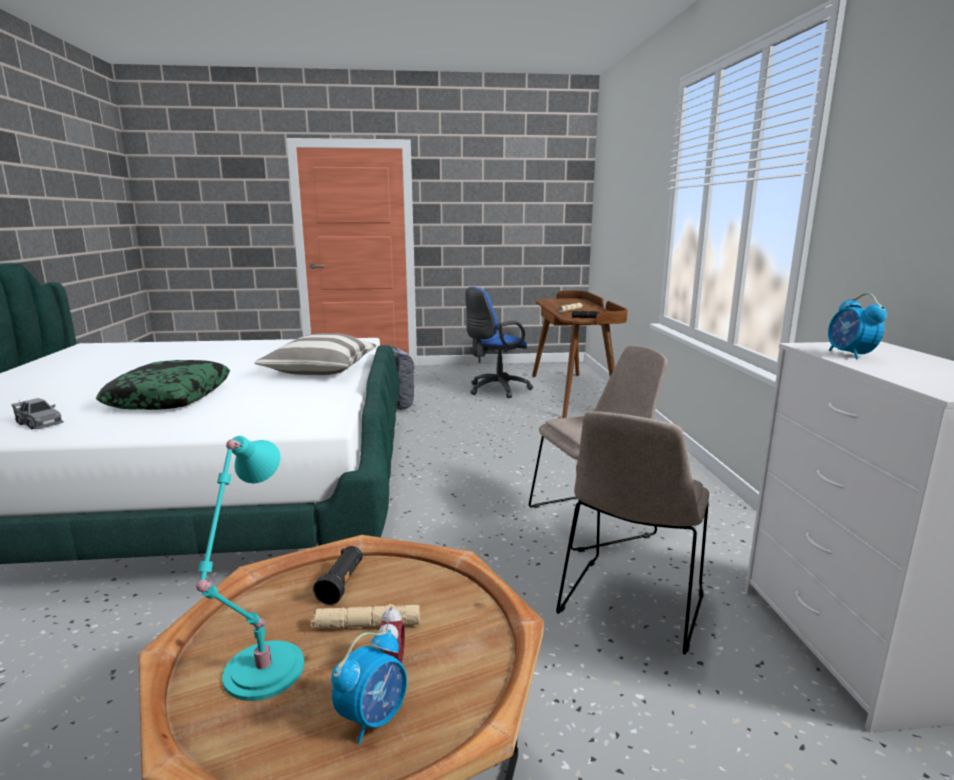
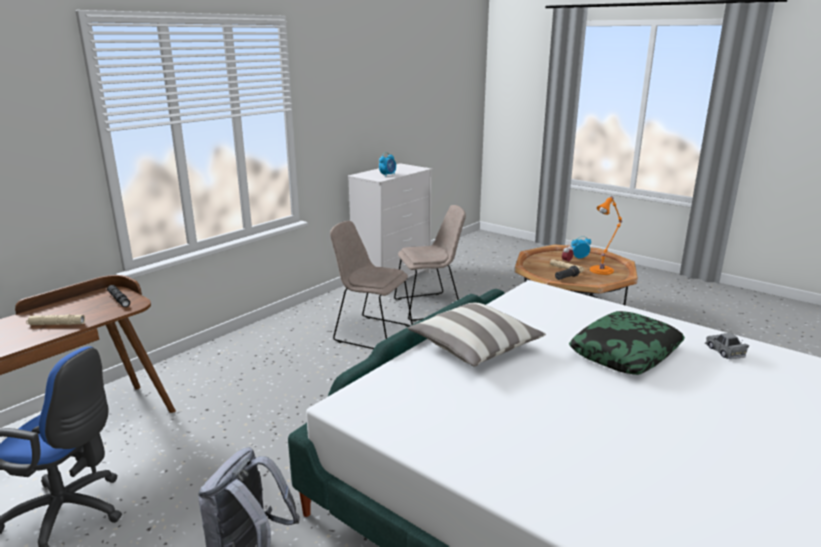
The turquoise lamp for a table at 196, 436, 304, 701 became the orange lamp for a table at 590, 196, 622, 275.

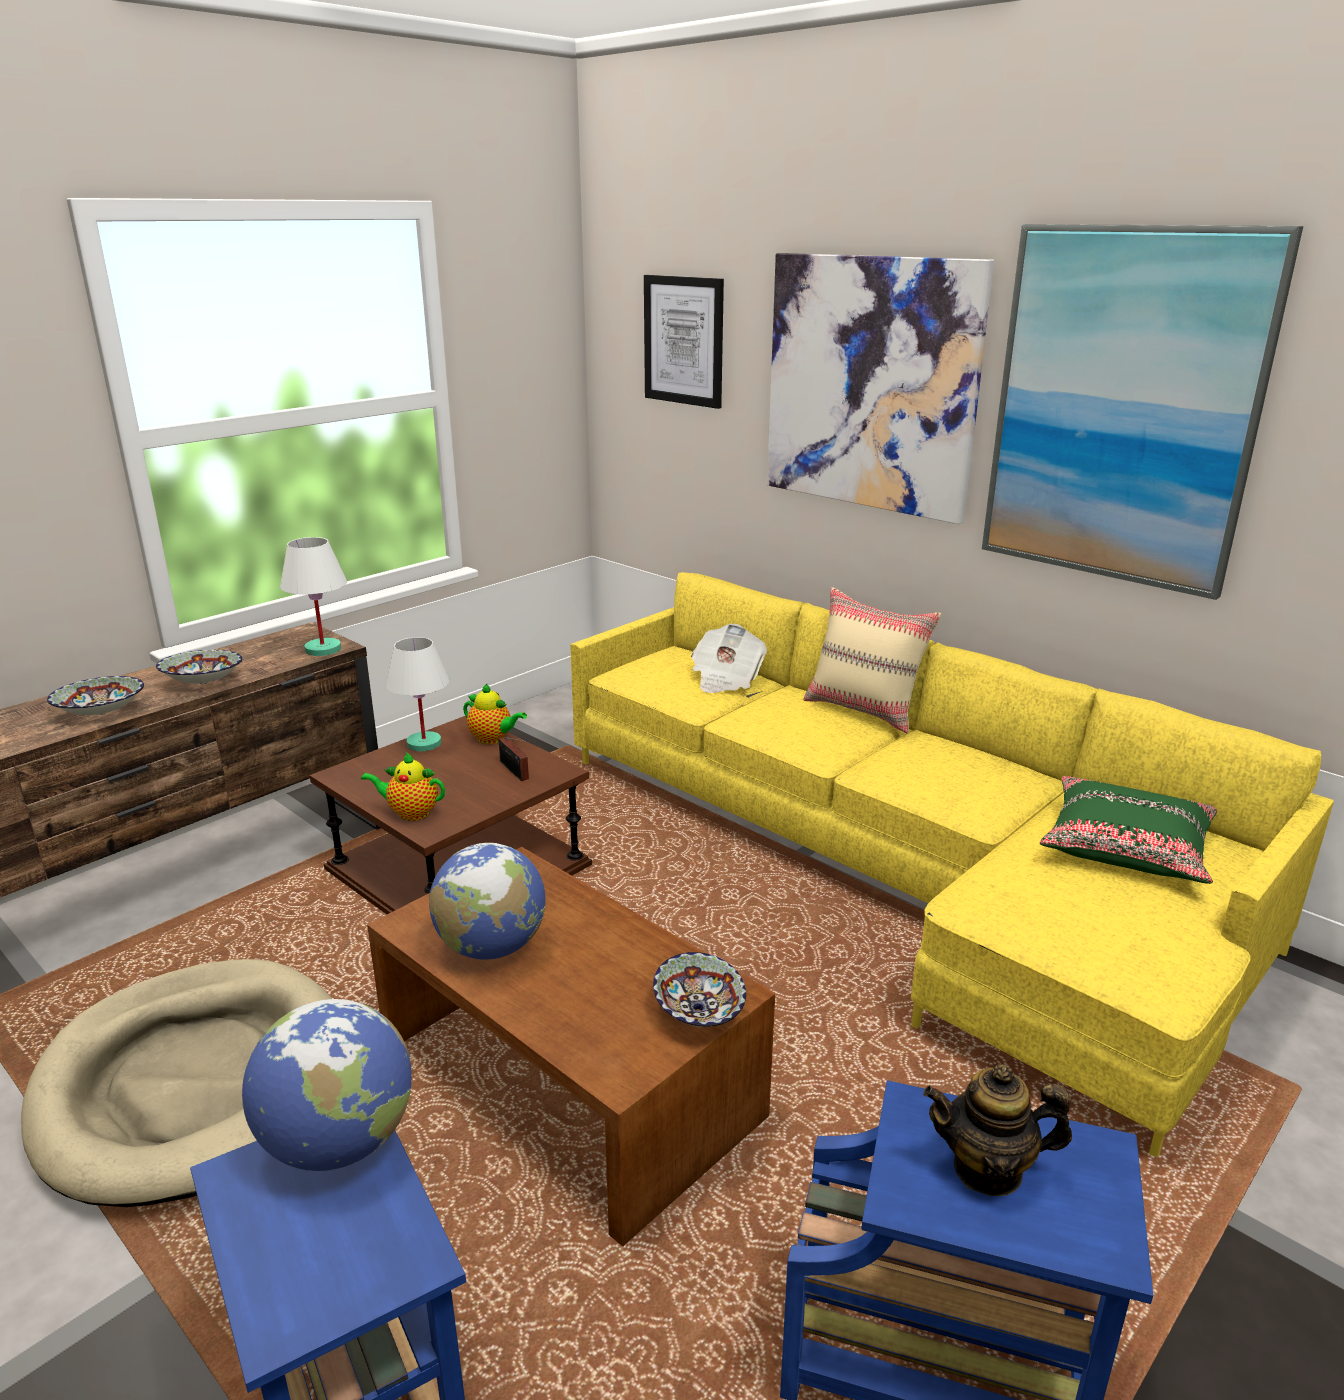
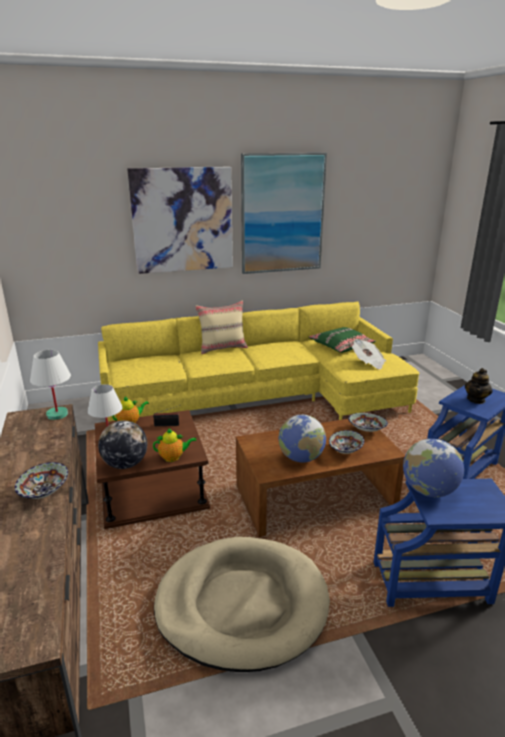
The bowl moved from 156, 650, 242, 684 to 329, 430, 364, 454. The pot for tea at 361, 752, 445, 821 turned 135 degrees counterclockwise. The picture at 644, 275, 724, 409 disappeared. The newspaper moved from 691, 624, 767, 693 to 352, 339, 386, 370. The desk globe at 98, 421, 147, 469 appeared.

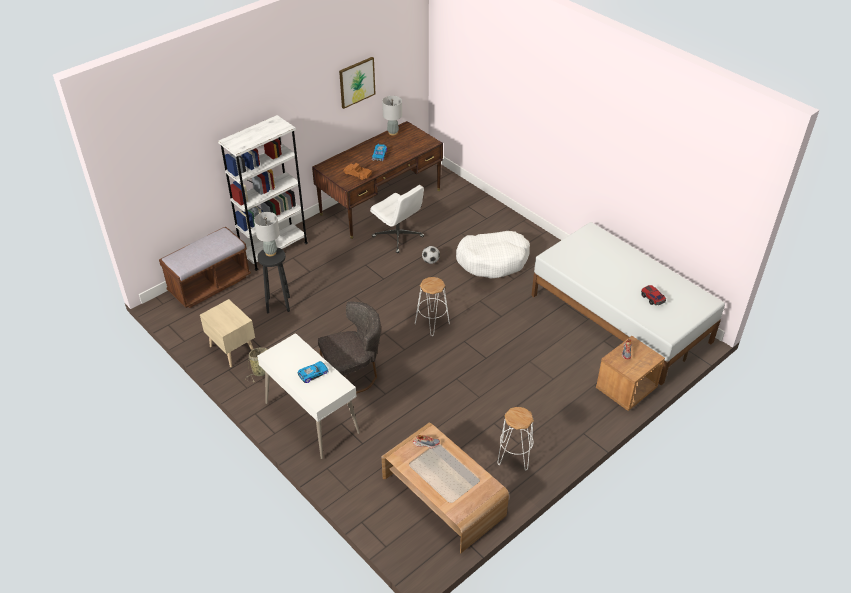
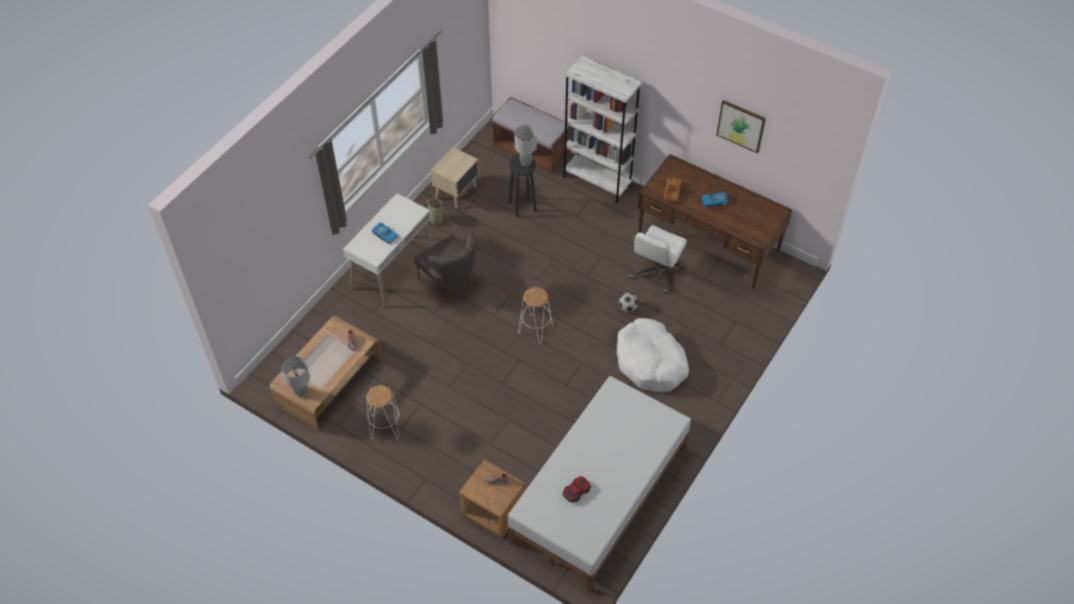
The gray lamp for a table moved from 382, 96, 402, 135 to 282, 356, 310, 397.

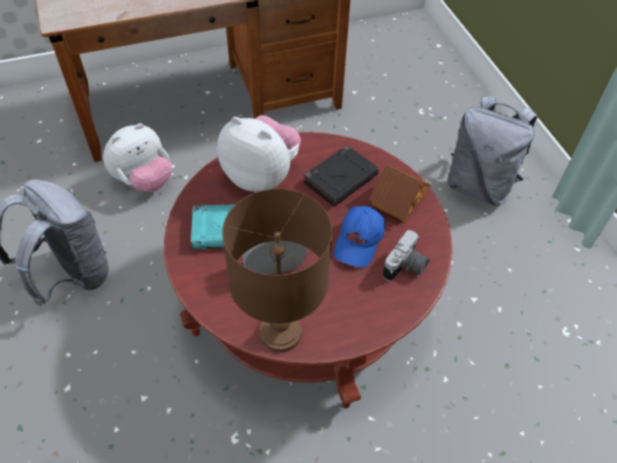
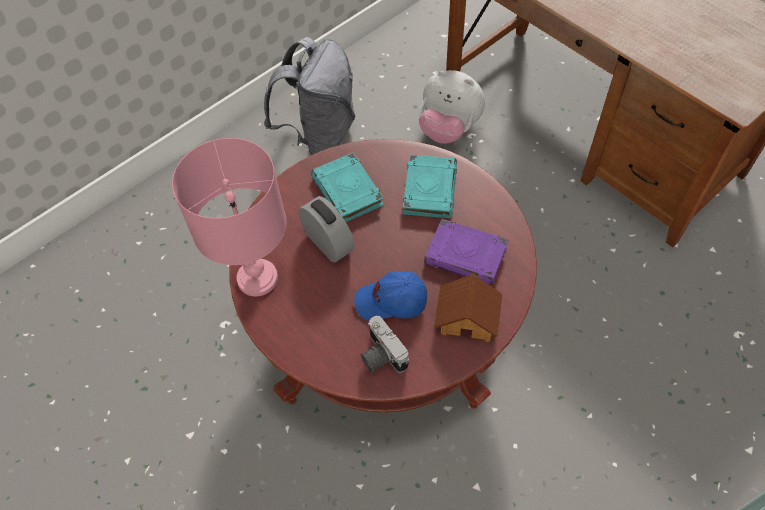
The plush toy at 217, 115, 301, 191 was replaced by the turquoise book at 403, 155, 457, 218. The brown lamp for a table at 222, 189, 332, 352 became the pink lamp for a table at 172, 138, 286, 296. The black book at 304, 145, 379, 206 became the purple-coloured book at 424, 219, 509, 285. The still camera at 383, 230, 430, 281 turned 45 degrees clockwise. The gray knapsack at 447, 96, 538, 206 disappeared.

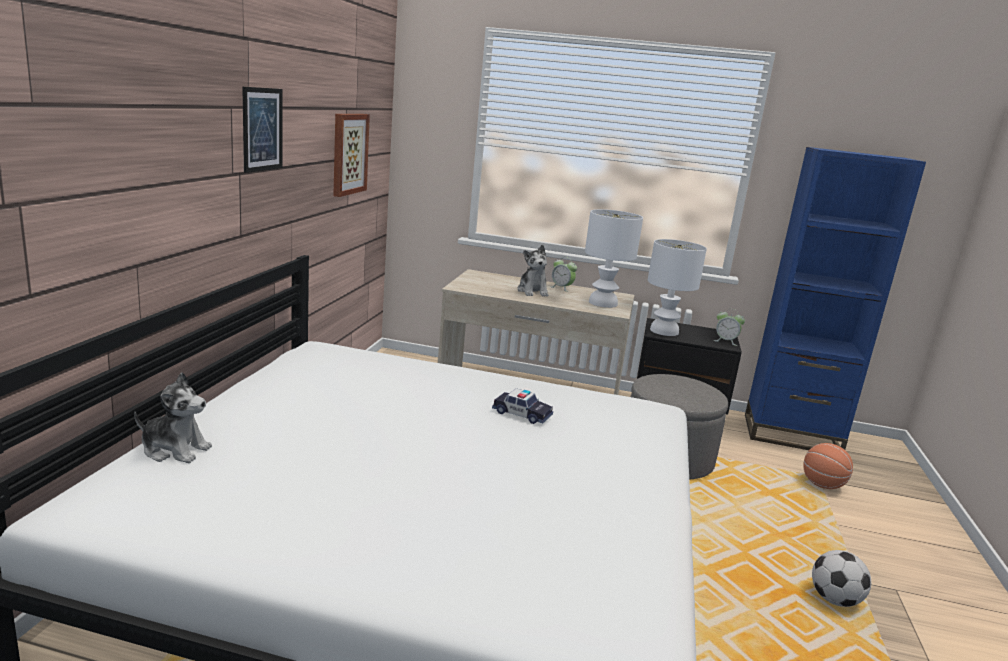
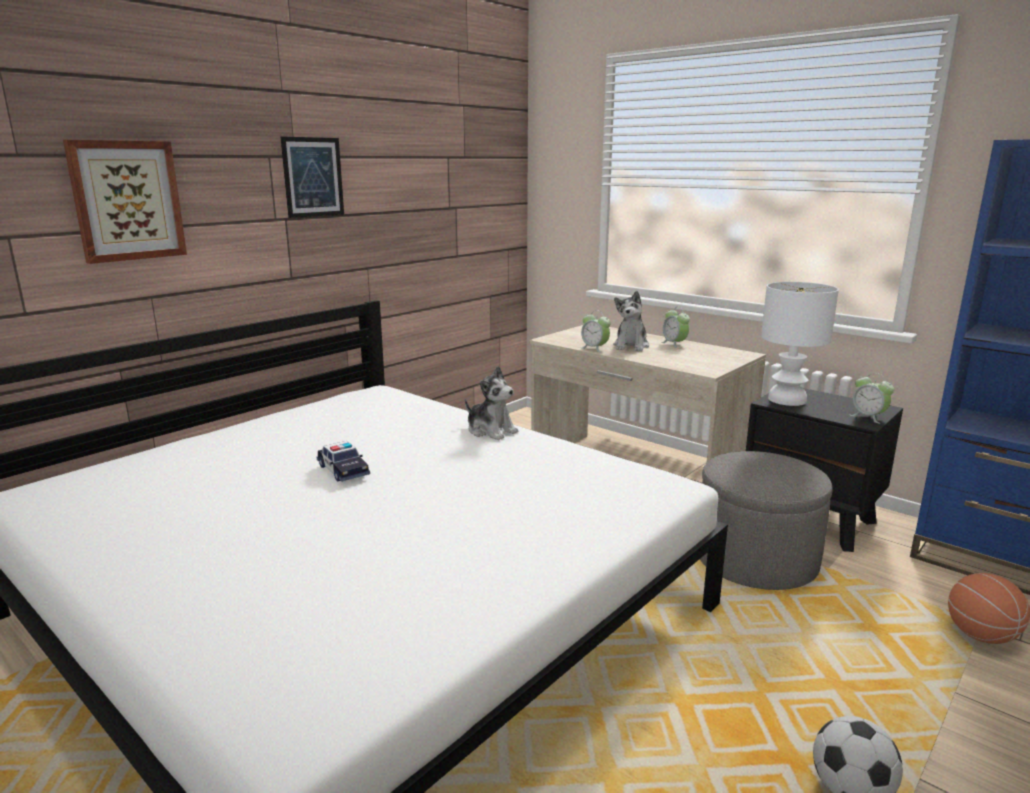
The plush toy moved from 134, 372, 212, 463 to 465, 366, 518, 440. The picture moved from 333, 114, 370, 197 to 63, 140, 187, 264. The miniature car moved from 492, 388, 553, 424 to 317, 441, 370, 482. The white lamp for a table at 585, 209, 643, 308 disappeared. The alarm clock at 581, 310, 611, 352 appeared.

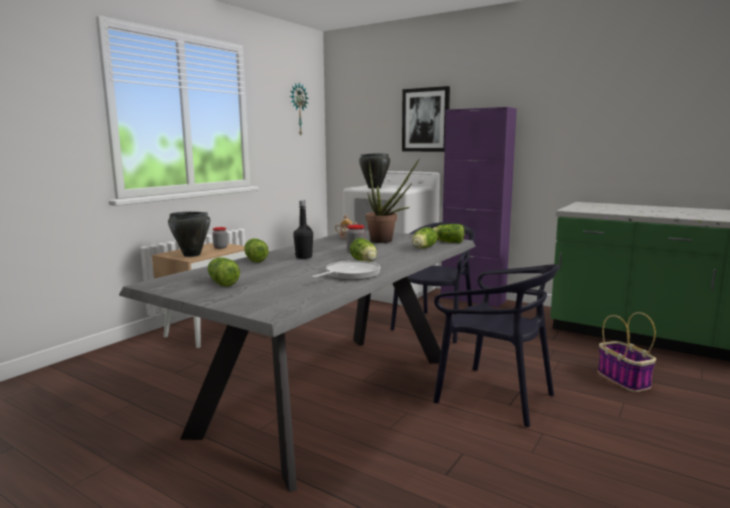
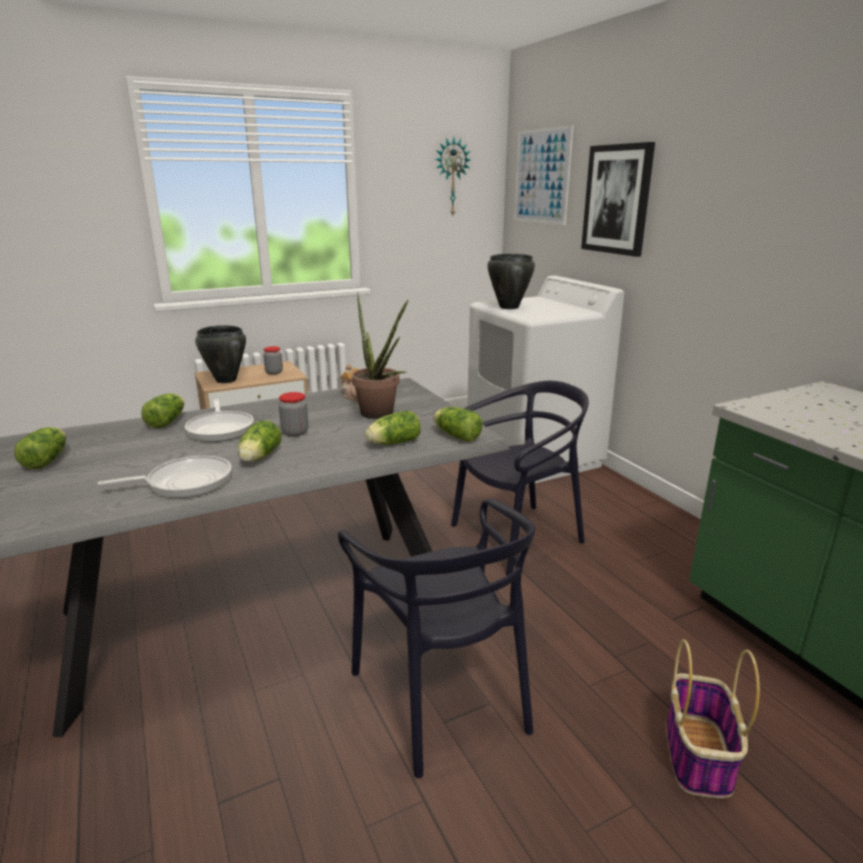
The black drink bottle at 293, 200, 313, 259 was replaced by the pan at 185, 399, 253, 442. The purple-coloured cupboard at 441, 107, 517, 308 disappeared. The picture at 514, 125, 574, 225 appeared.

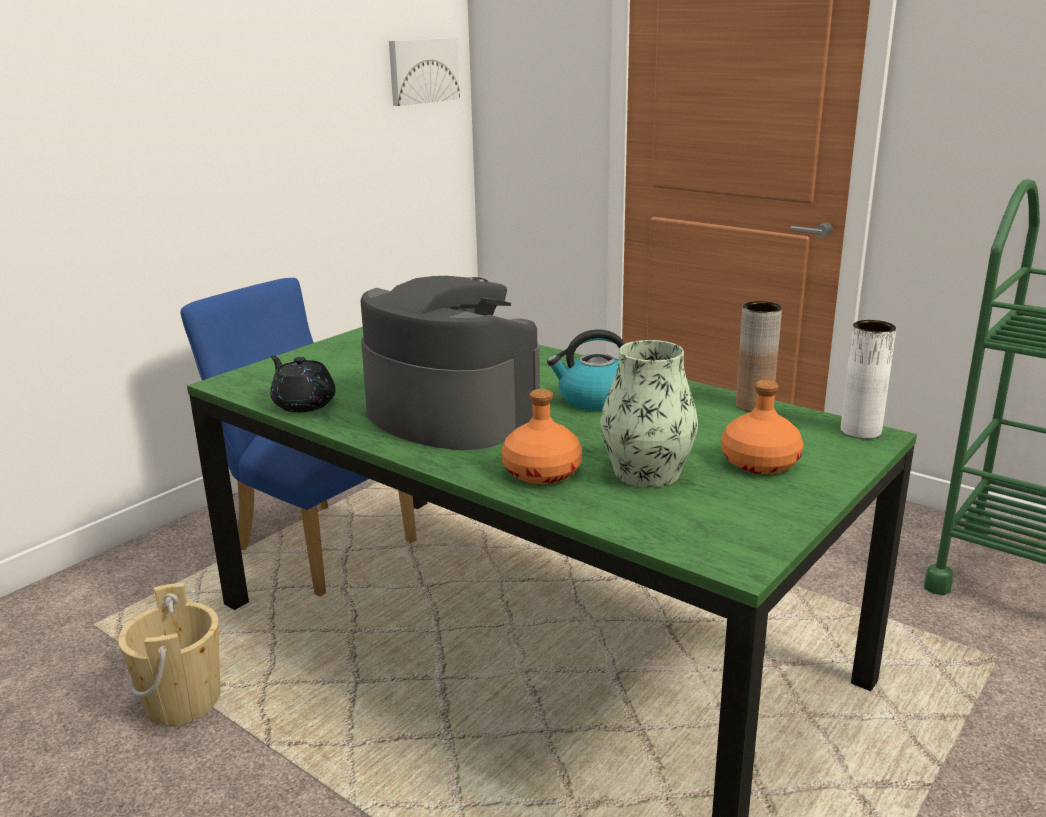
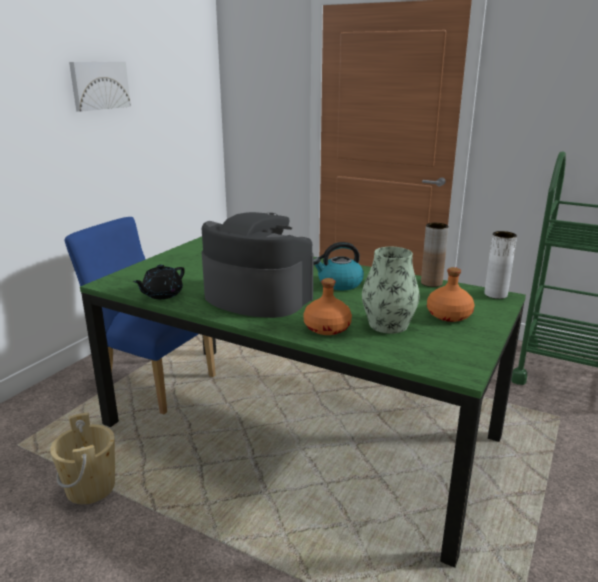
The black pot for tea at 270, 356, 336, 412 turned 90 degrees counterclockwise. The picture moved from 389, 38, 460, 106 to 69, 62, 131, 112.

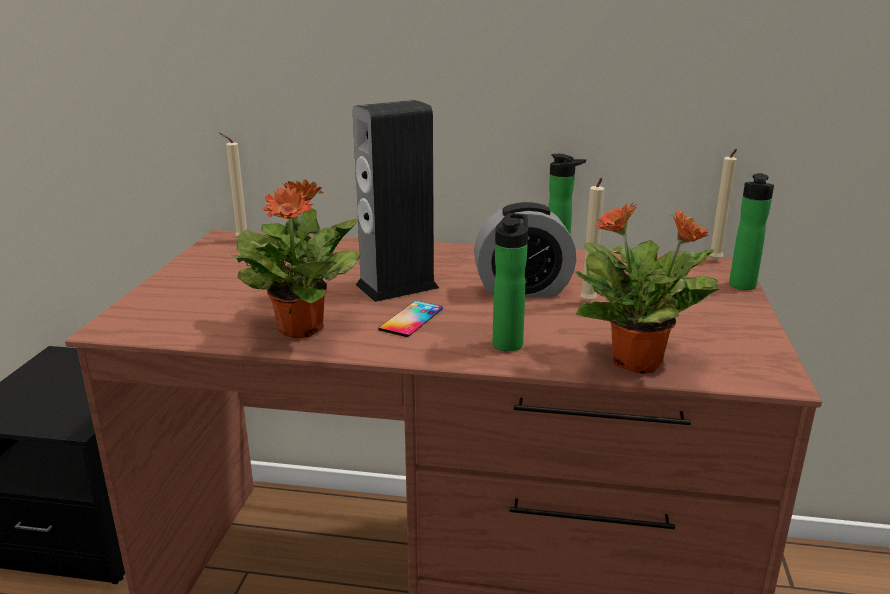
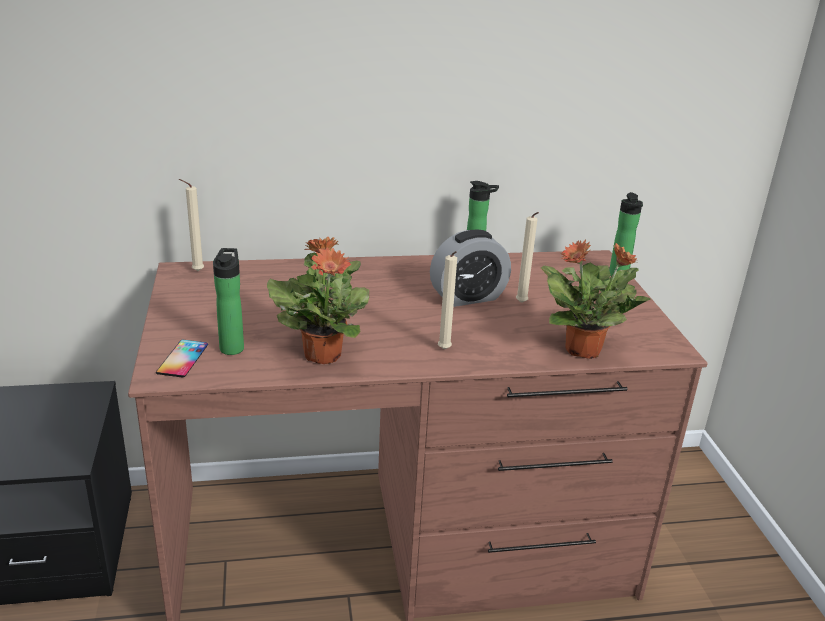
The speaker at 353, 100, 439, 302 disappeared. The telephone moved from 378, 301, 443, 337 to 156, 340, 208, 378. The drink bottle moved from 492, 213, 528, 351 to 213, 248, 244, 355. The beige candle moved from 709, 149, 737, 261 to 438, 251, 457, 350.

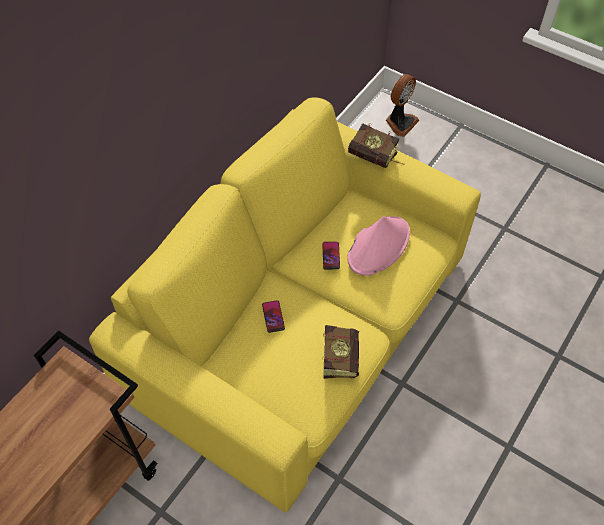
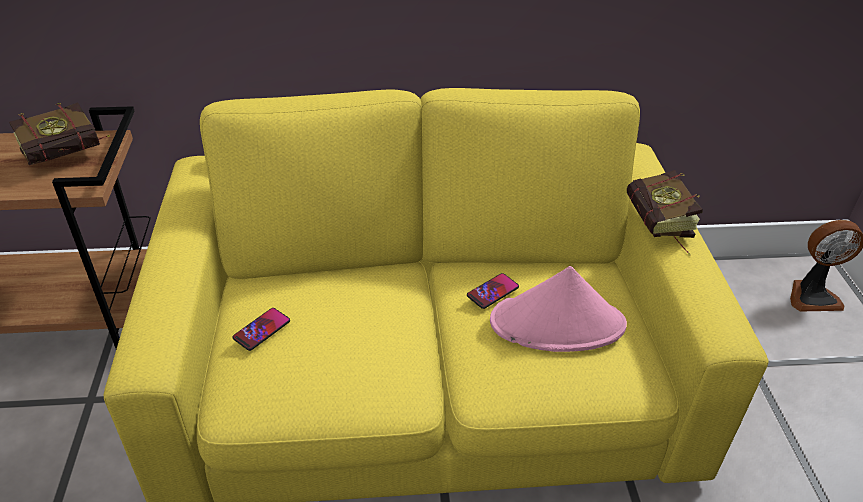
The telephone moved from 262, 300, 285, 333 to 233, 308, 290, 351. The book moved from 322, 325, 359, 379 to 9, 102, 110, 165.

